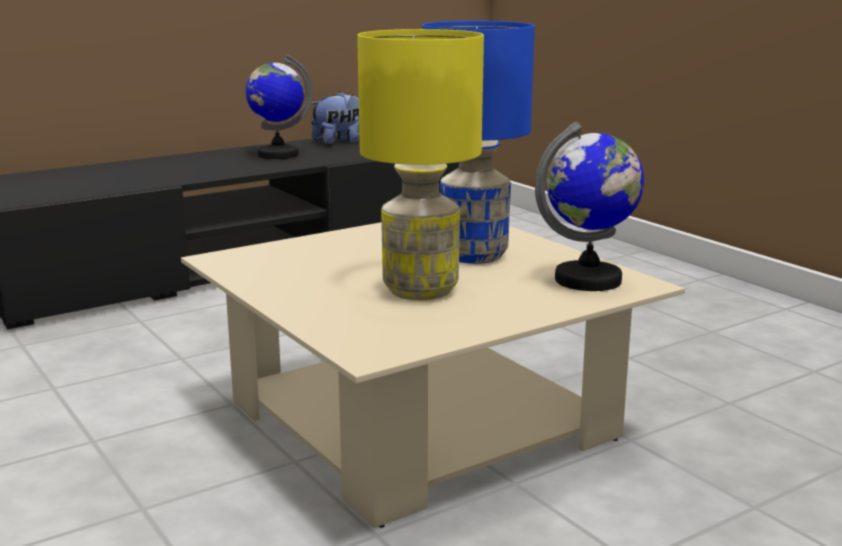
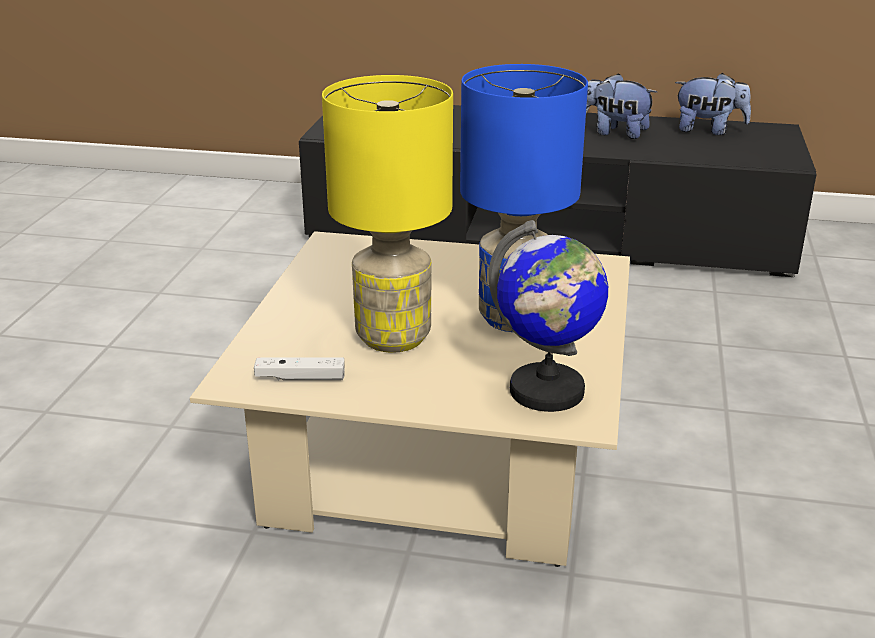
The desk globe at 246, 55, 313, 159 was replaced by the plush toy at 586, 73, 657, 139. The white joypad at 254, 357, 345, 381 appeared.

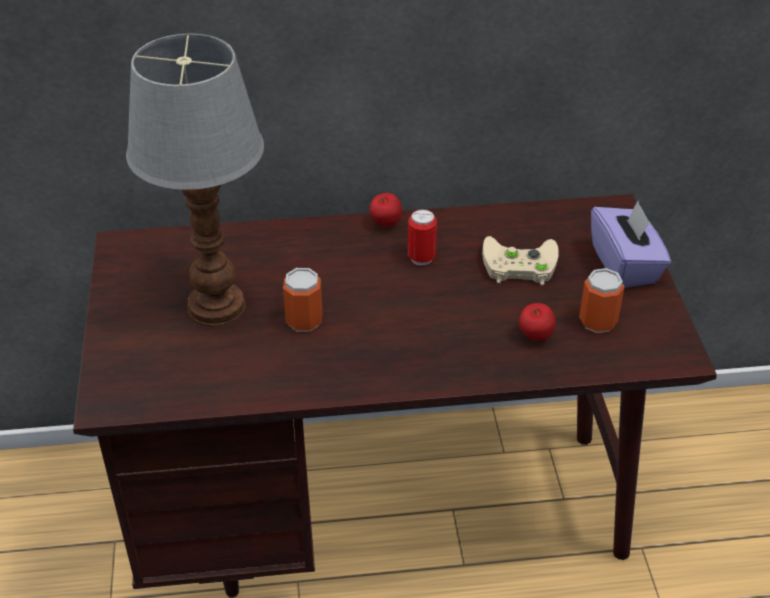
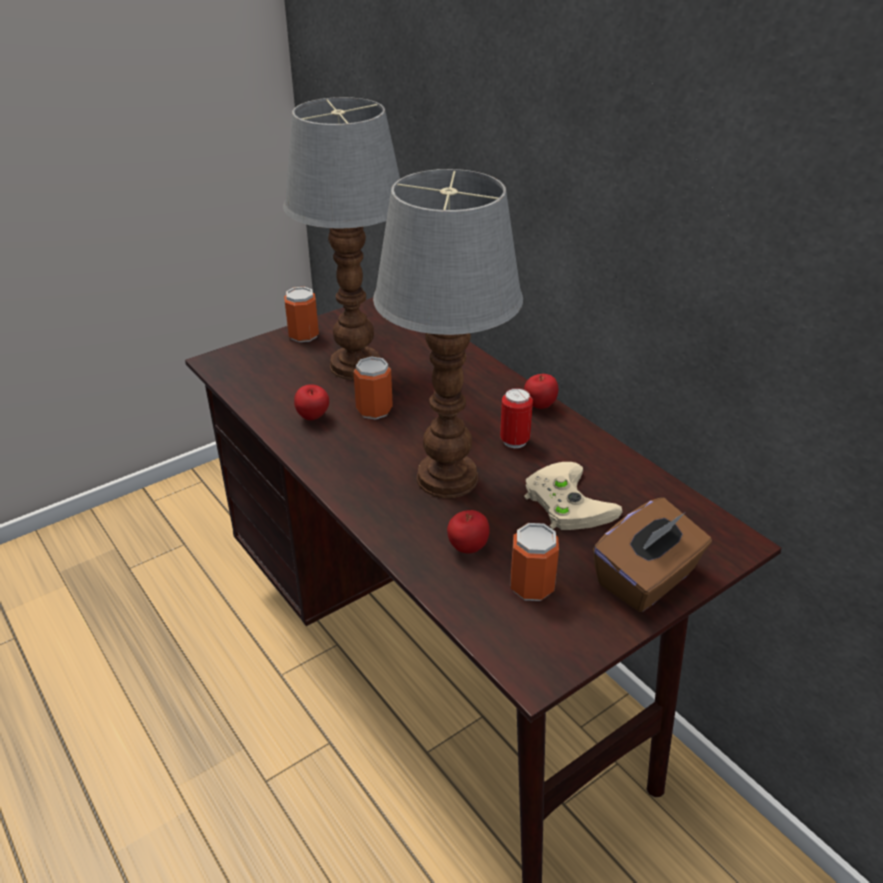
The purple-coloured box of tissues at 591, 201, 671, 288 became the brown box of tissues at 593, 498, 712, 612. The metal can at 284, 287, 319, 342 appeared. The apple fruit at 294, 384, 329, 420 appeared. The lamp for a table at 373, 169, 523, 498 appeared.

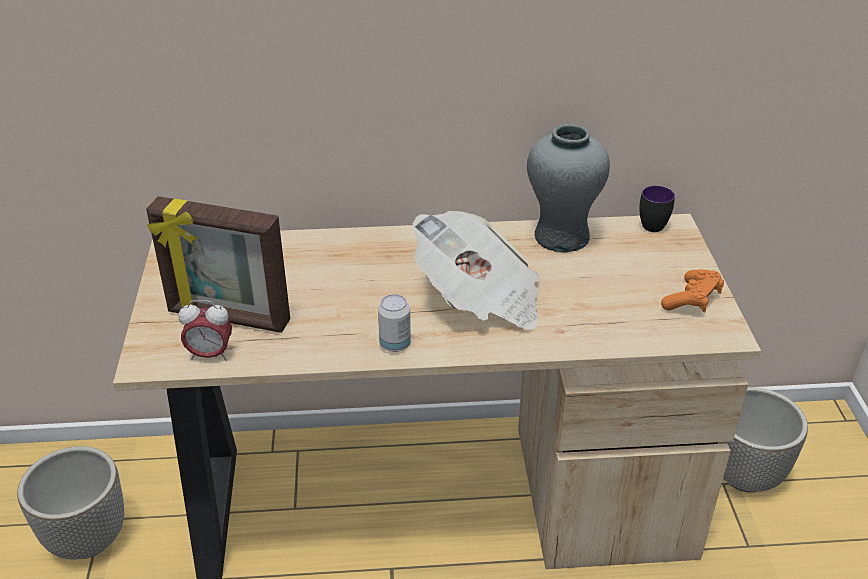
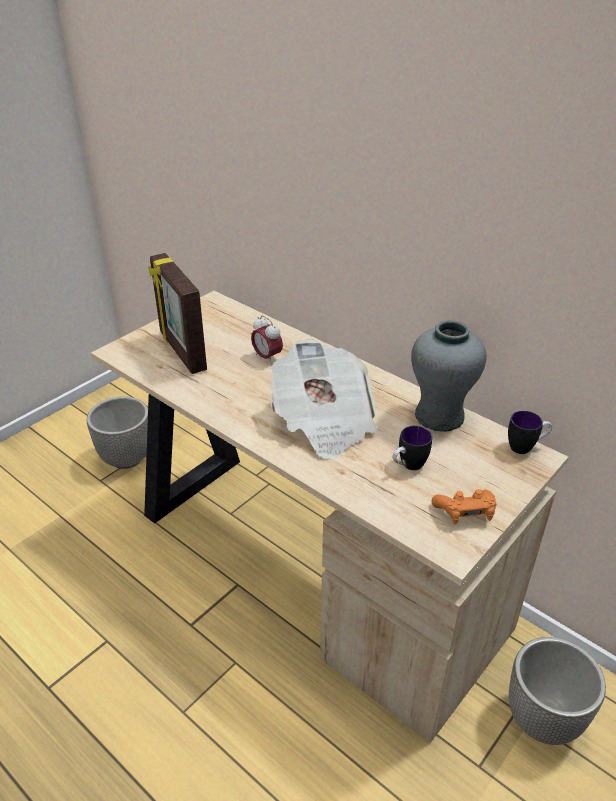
The alarm clock moved from 179, 300, 232, 361 to 251, 316, 283, 365. The metal can at 378, 294, 411, 352 disappeared. The tea mug at 393, 426, 432, 470 appeared.

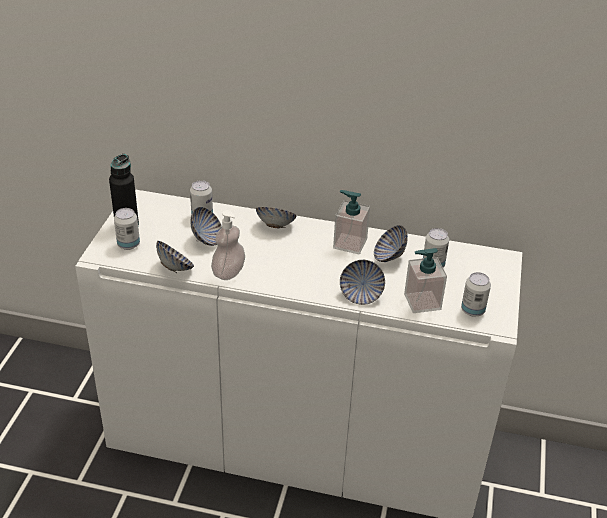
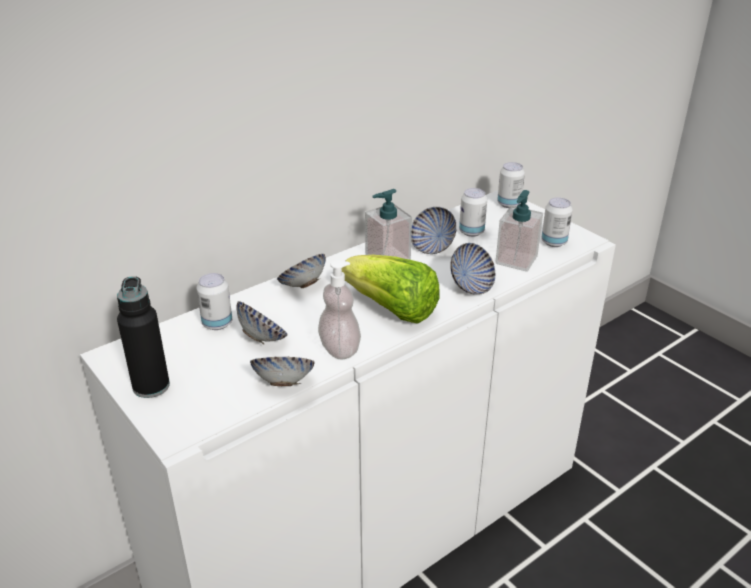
The metal can moved from 114, 208, 140, 250 to 497, 162, 525, 208. The lettuce head at 342, 255, 439, 324 appeared.

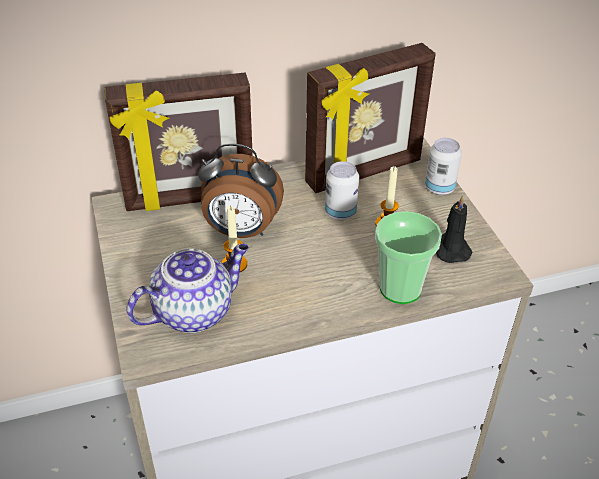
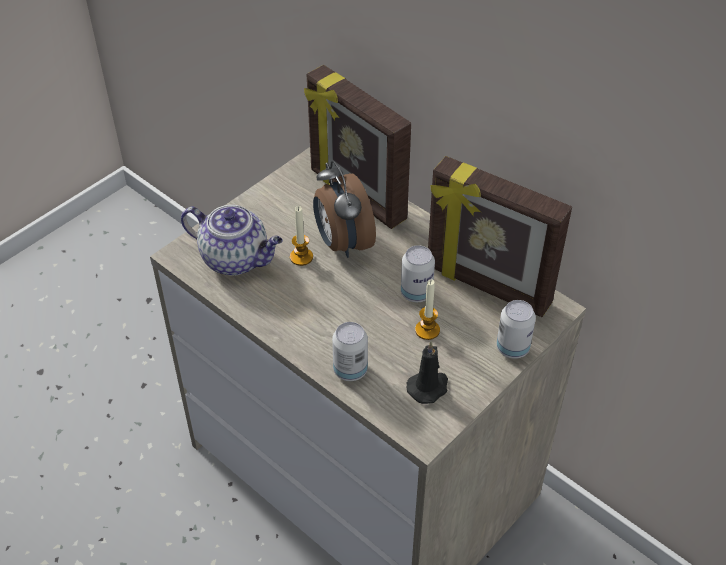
The drinking cup at 375, 211, 442, 304 was replaced by the metal can at 332, 322, 368, 381.

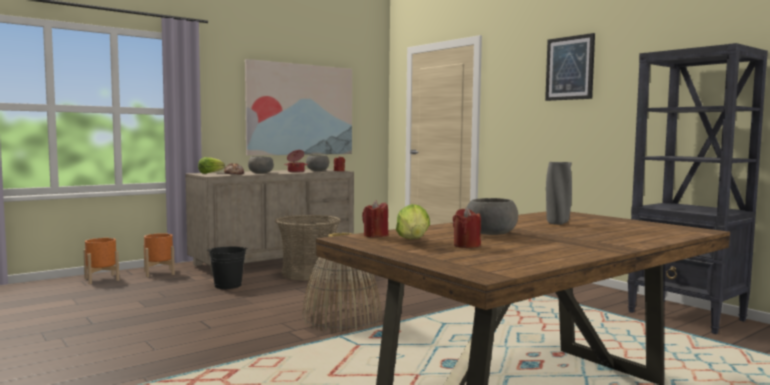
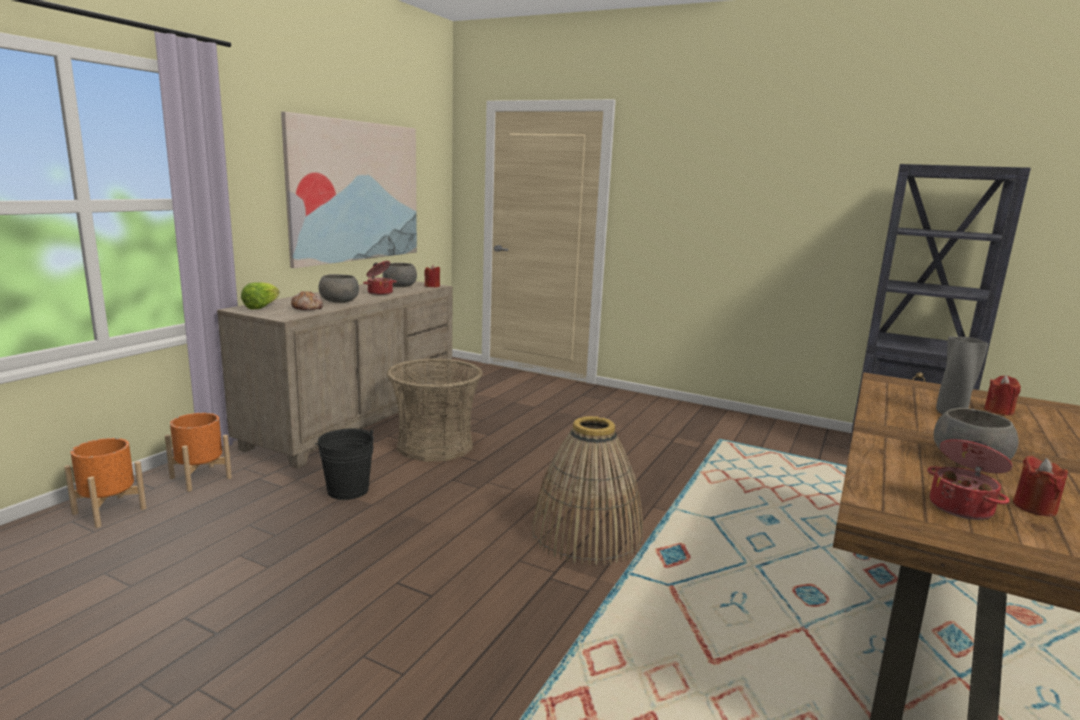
The red candle moved from 362, 201, 389, 237 to 984, 375, 1021, 416. The lettuce head at 396, 204, 430, 239 was replaced by the cooking pot at 927, 439, 1013, 520. The picture at 545, 33, 595, 101 disappeared.

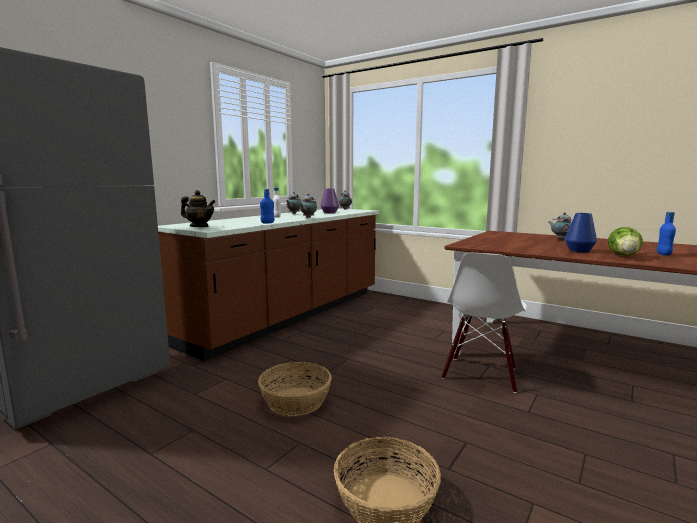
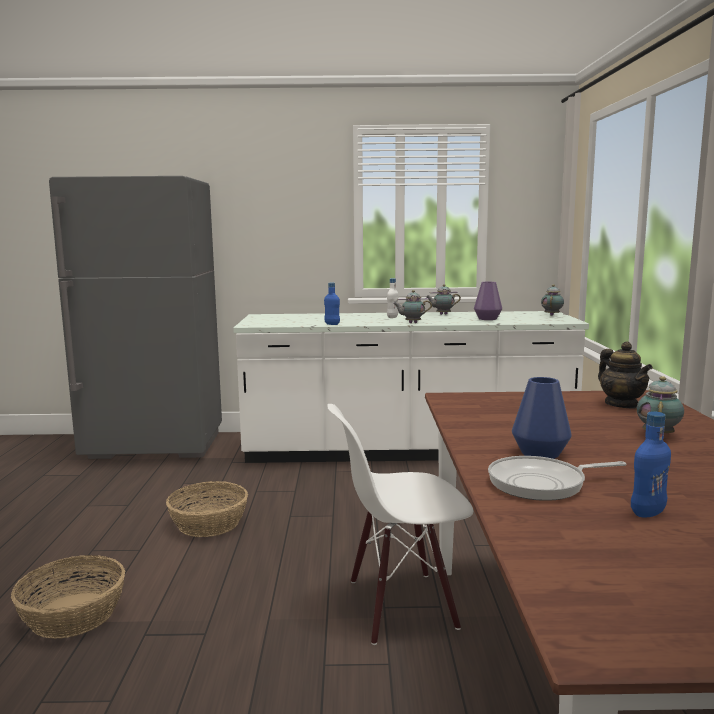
The brown kitchen base unit at 158, 209, 379, 361 became the white kitchen base unit at 233, 311, 589, 463. The pot for tea moved from 181, 190, 216, 227 to 598, 341, 653, 408. The lettuce head at 608, 227, 643, 256 was replaced by the pan at 488, 456, 626, 501.

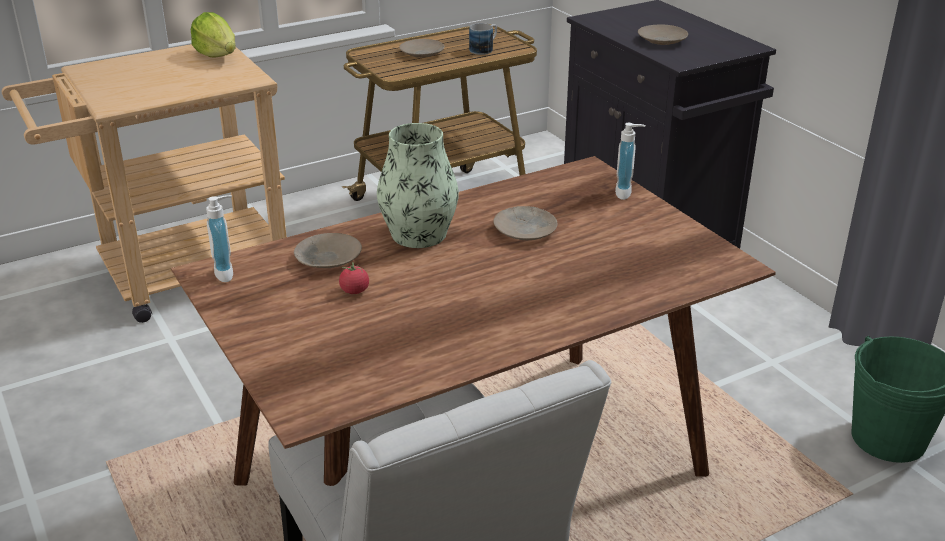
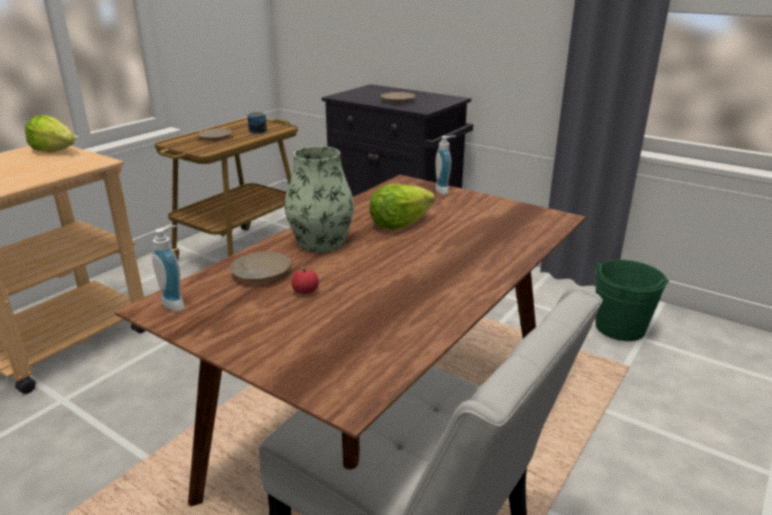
The beige plate at 493, 206, 558, 240 was replaced by the lettuce head at 370, 184, 435, 229.

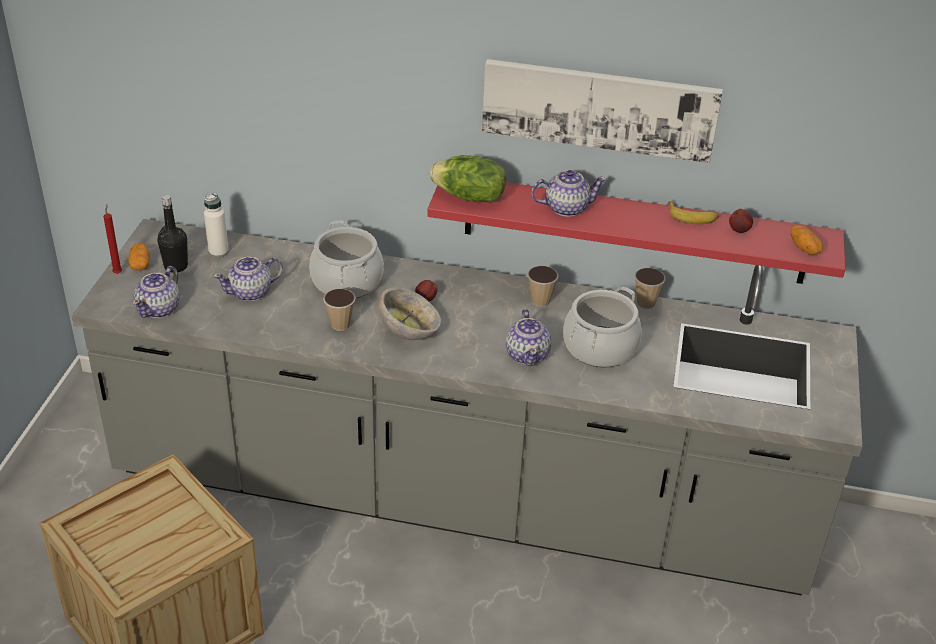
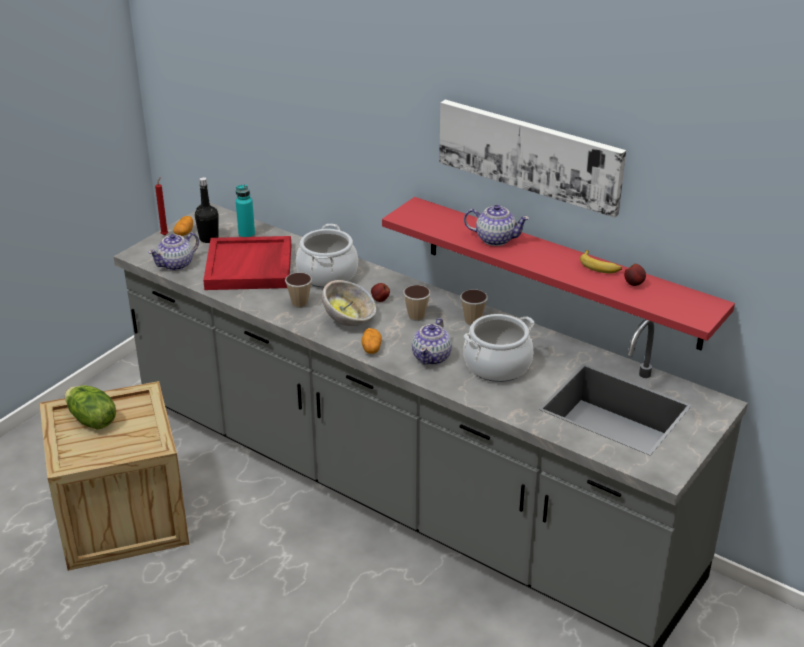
The white drink bottle at 204, 193, 229, 258 became the turquoise drink bottle at 236, 184, 255, 237. The pot for tea at 213, 257, 283, 301 was replaced by the red carrying tray at 203, 236, 291, 290. The lettuce head moved from 430, 155, 506, 202 to 65, 385, 116, 430. The drinking cup moved from 635, 268, 666, 309 to 403, 285, 431, 321. The potato moved from 790, 225, 823, 255 to 361, 328, 382, 354.

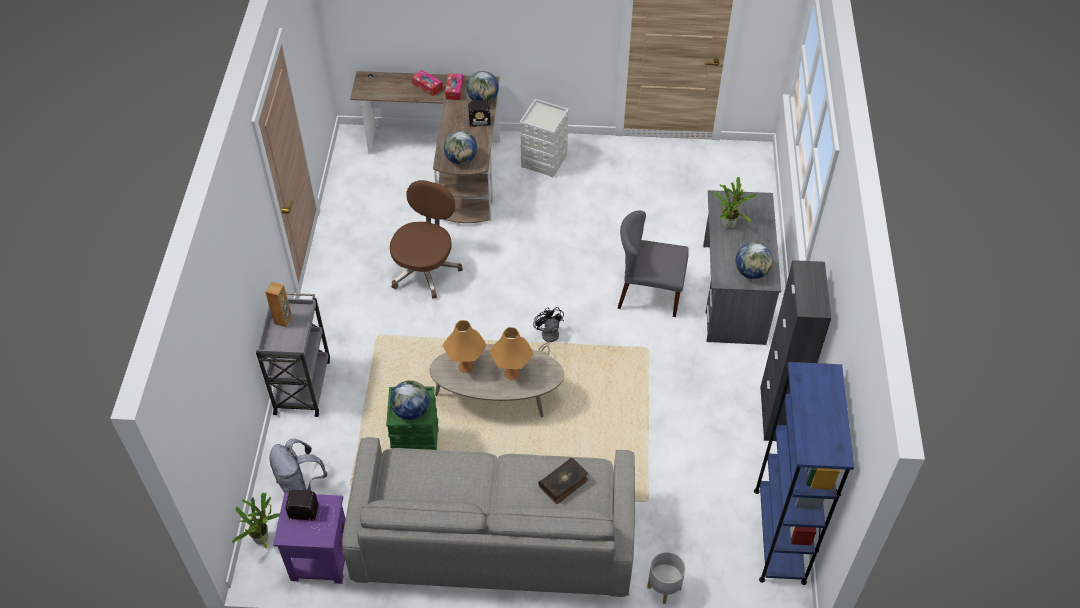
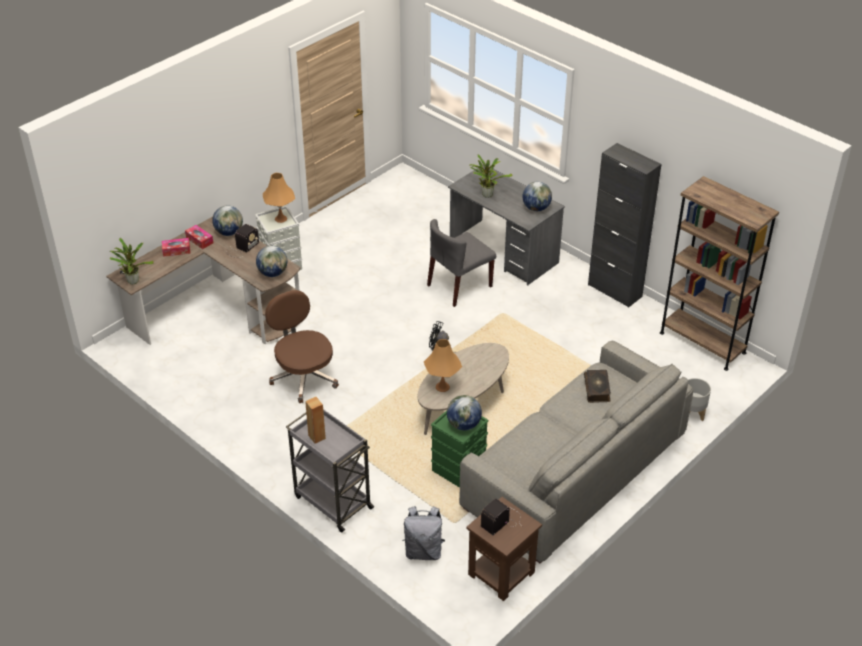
The plant in a pot moved from 232, 493, 280, 549 to 110, 238, 154, 284. The purple-coloured end table at 273, 493, 346, 584 became the brown end table at 466, 497, 542, 601. The orange lamp for a table moved from 490, 327, 534, 380 to 263, 173, 295, 223. The bluish bookshelf at 754, 362, 854, 585 became the brown bookshelf at 660, 176, 779, 371.

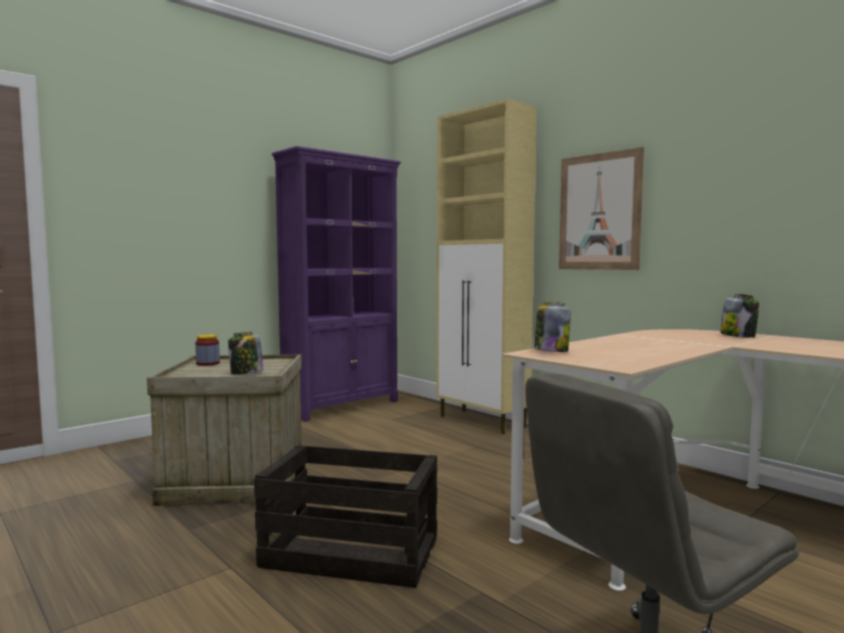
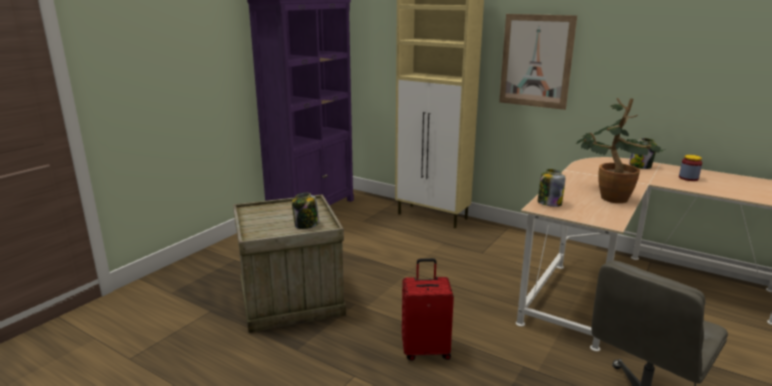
The storage jar moved from 195, 334, 220, 366 to 679, 155, 702, 181. The shipping crate at 254, 445, 437, 588 was replaced by the red suitcase at 402, 258, 454, 361. The plant in a pot at 576, 98, 663, 203 appeared.

